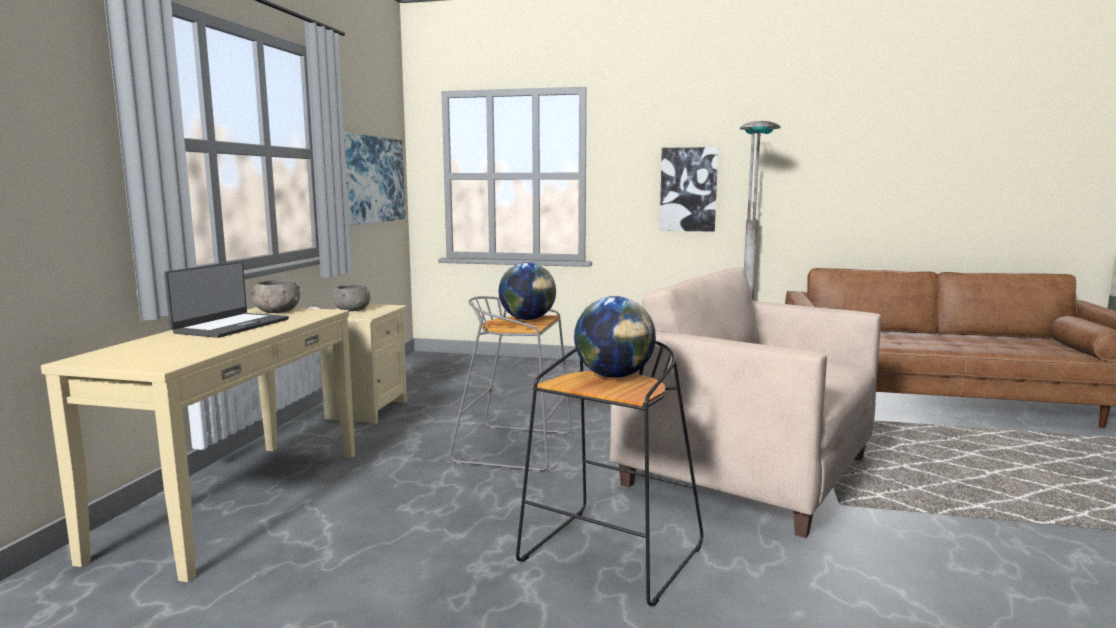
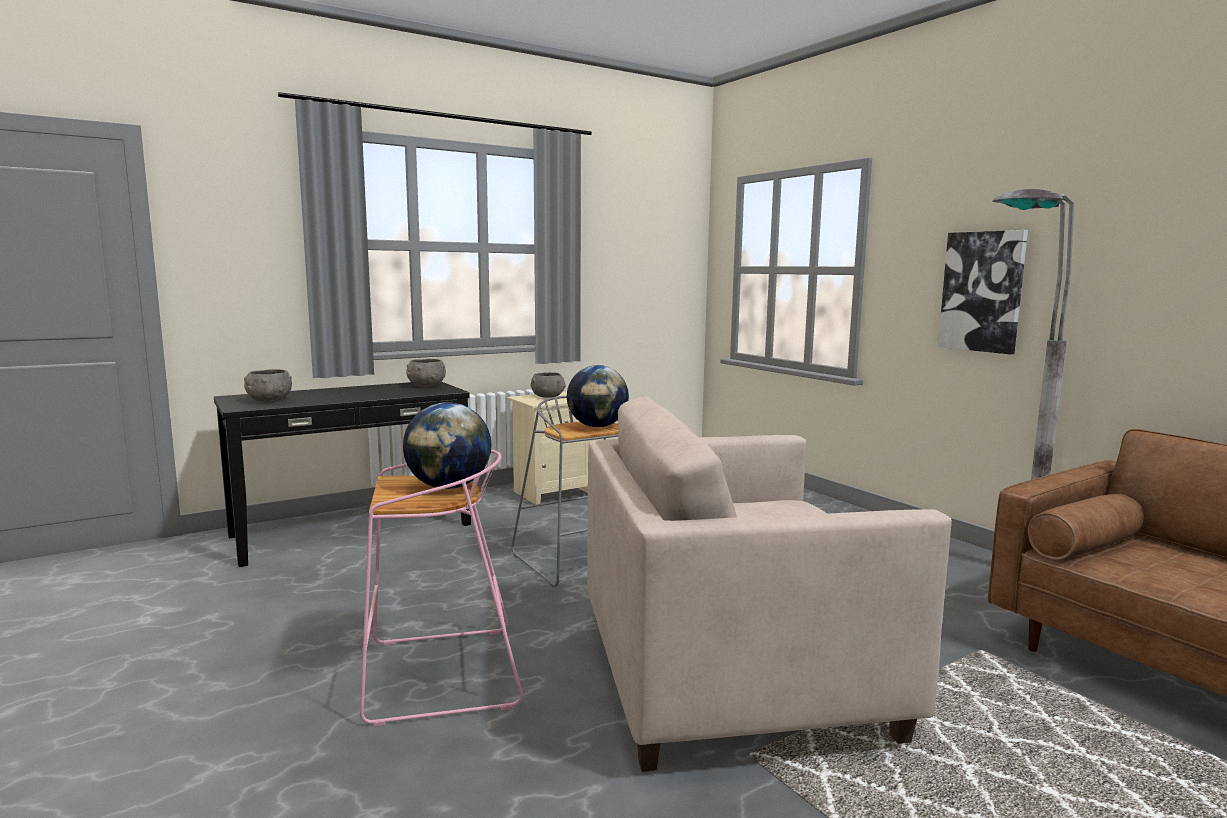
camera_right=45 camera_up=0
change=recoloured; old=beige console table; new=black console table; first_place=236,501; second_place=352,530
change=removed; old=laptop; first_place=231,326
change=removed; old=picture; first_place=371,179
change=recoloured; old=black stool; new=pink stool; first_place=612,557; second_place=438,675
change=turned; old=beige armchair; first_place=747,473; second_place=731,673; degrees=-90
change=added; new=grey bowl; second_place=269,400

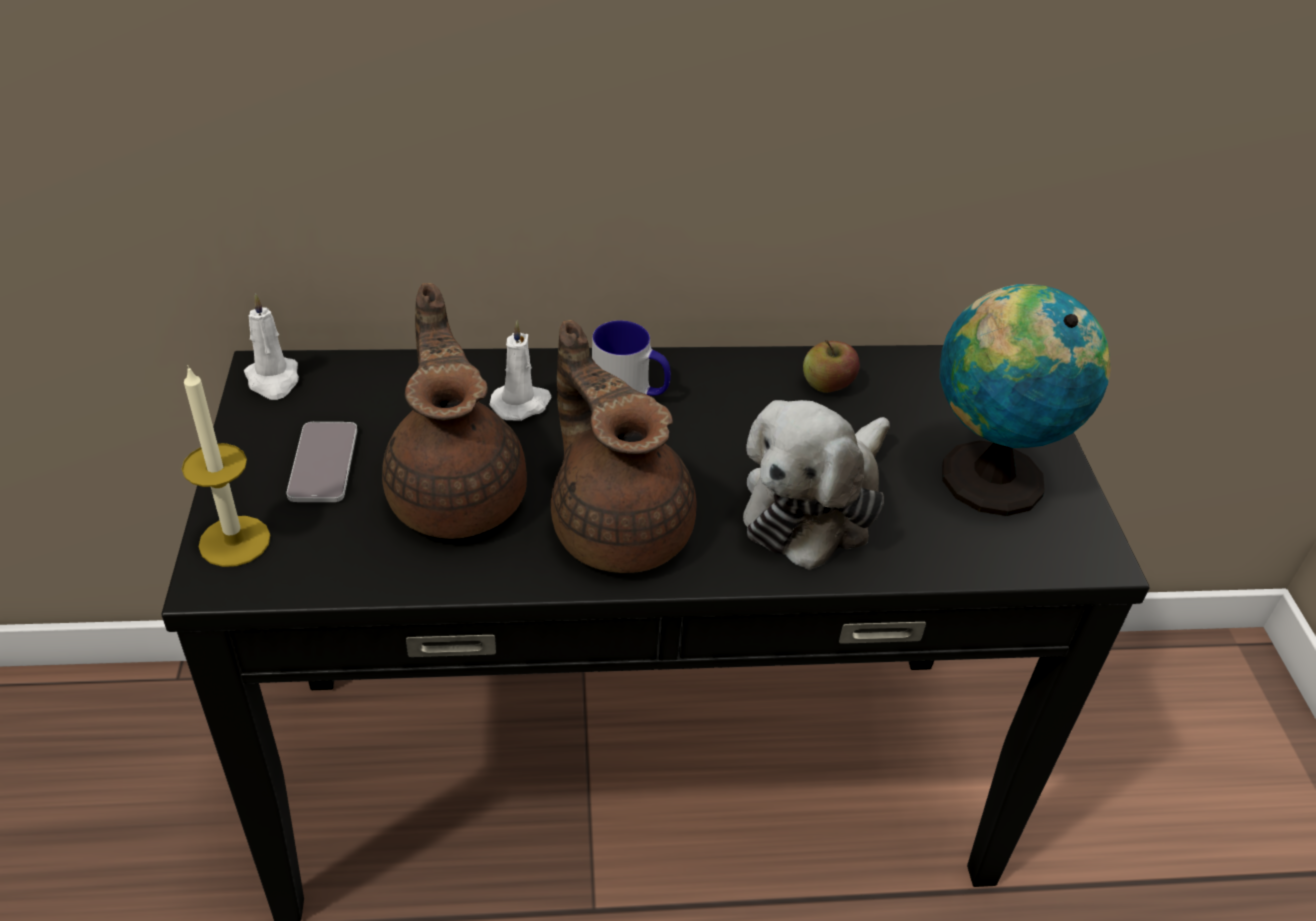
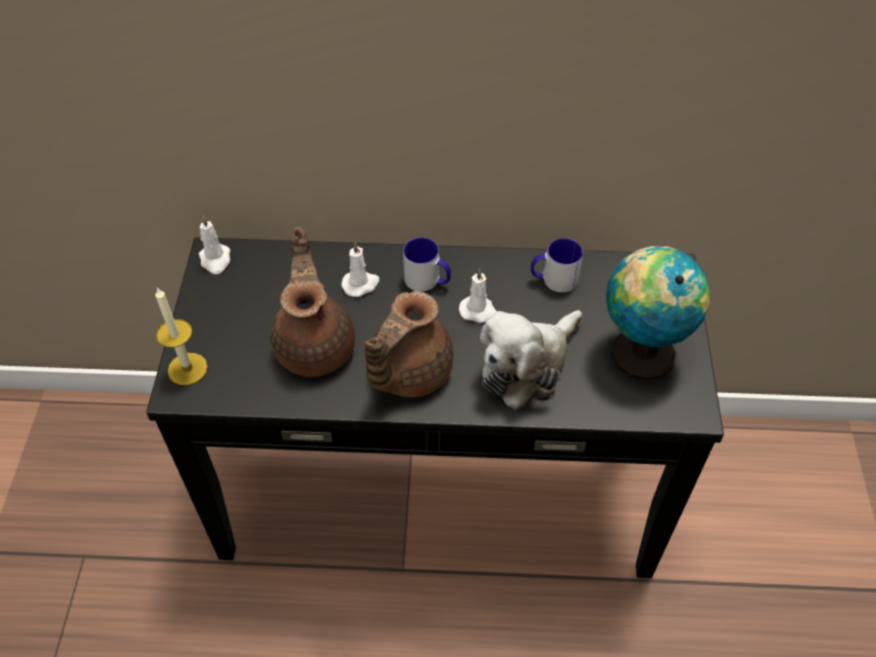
camera_right=10 camera_up=10
change=removed; old=phone; first_place=323,463
change=turned; old=brown teapot; first_place=618,525; second_place=407,372; degrees=-120
change=replaced; old=apple; new=mug; first_place=827,385; second_place=553,279
change=added; new=white candle; second_place=479,311

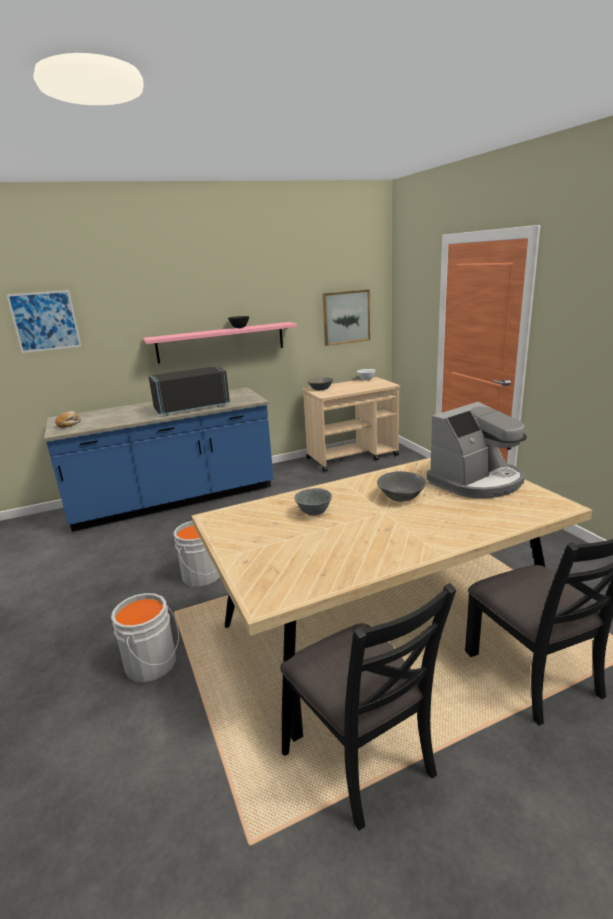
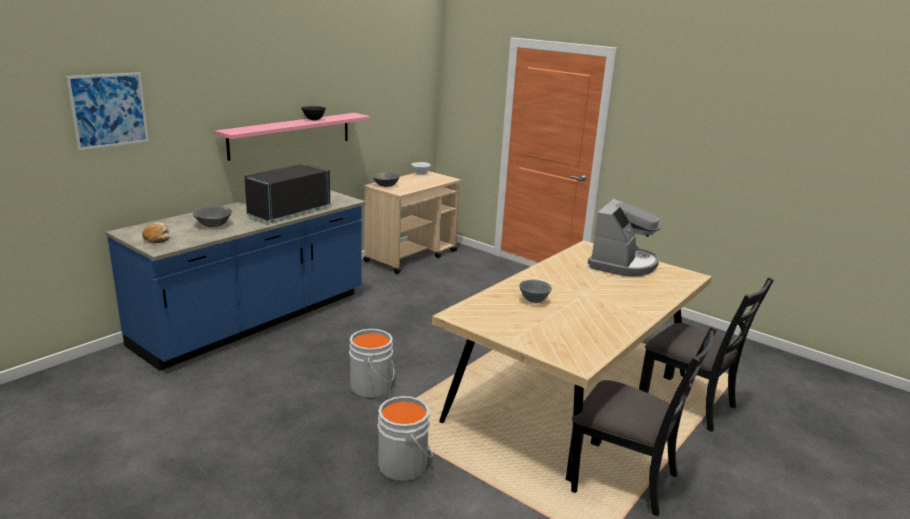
camera_right=-30 camera_up=0
change=removed; old=picture; first_place=346,317
change=moved; old=grey bowl; first_place=400,496; second_place=213,224

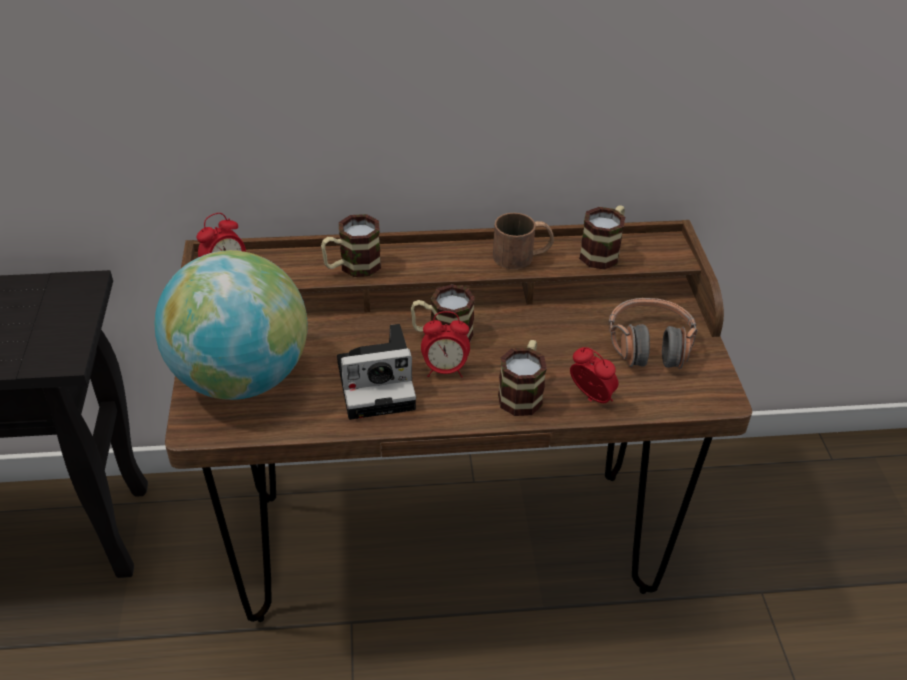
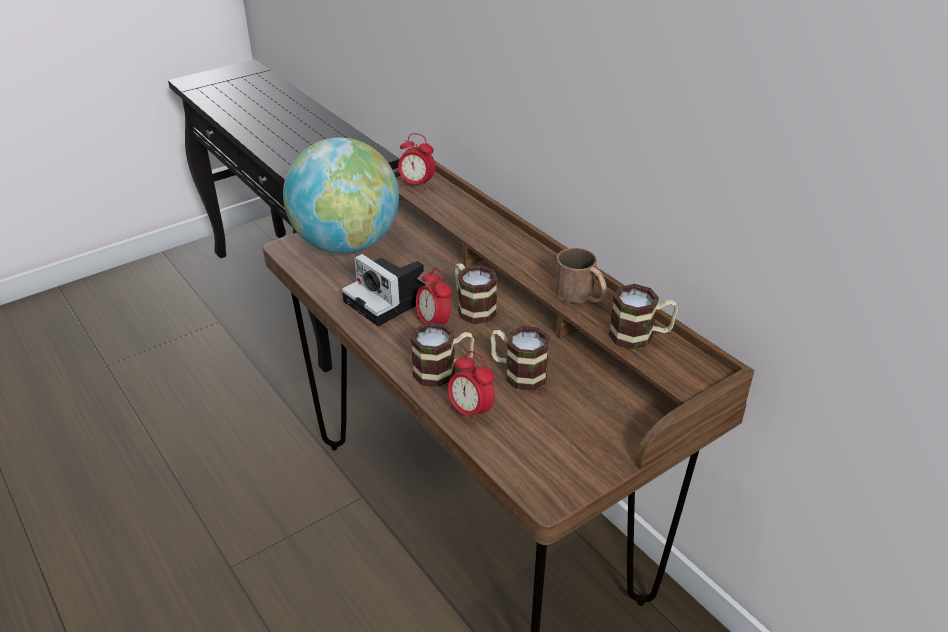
camera_right=60 camera_up=-5
change=moved; old=mug; first_place=352,267; second_place=517,373
change=turned; old=alarm clock; first_place=591,398; second_place=470,411; degrees=120
change=removed; old=headphones; first_place=650,345

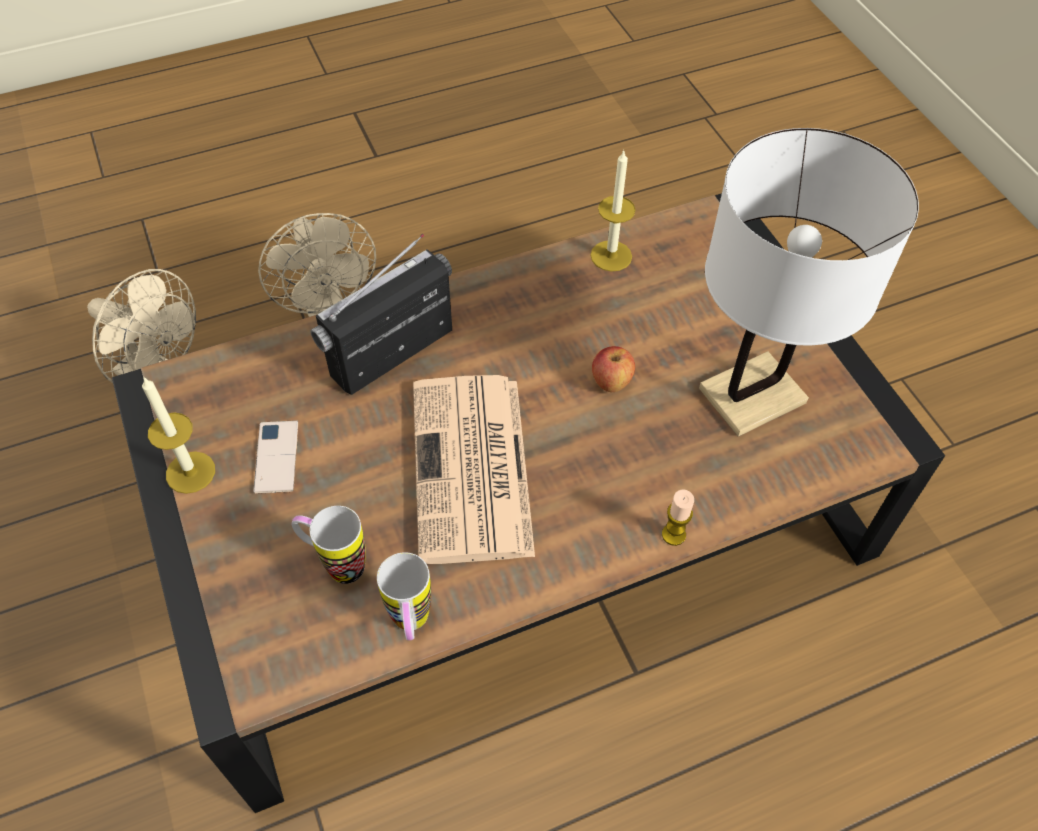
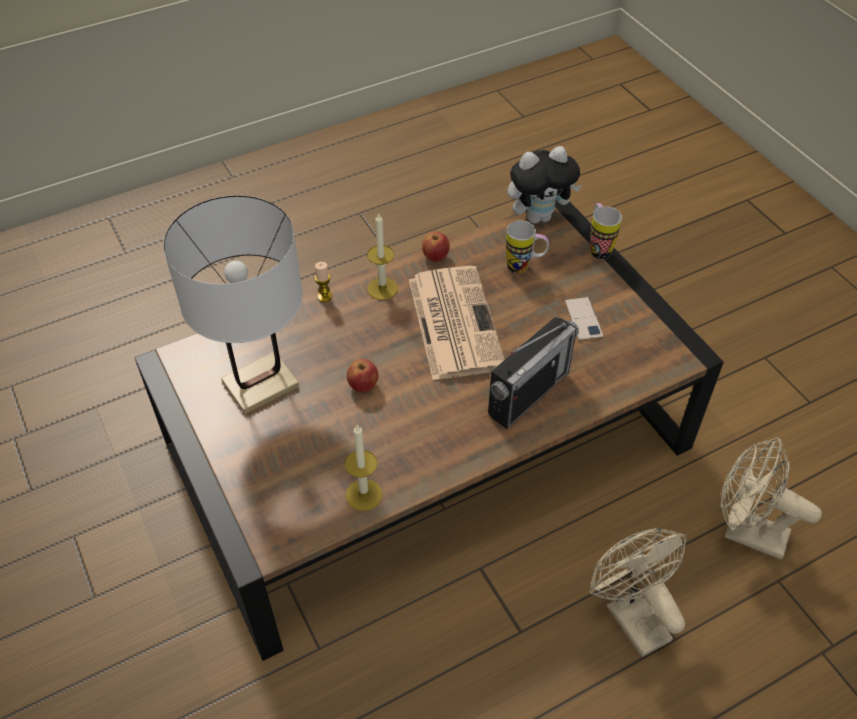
camera_right=175 camera_up=-5
change=moved; old=candle; first_place=190,472; second_place=382,288
change=moved; old=mug; first_place=411,626; second_place=598,247
change=added; new=apple; second_place=435,257
change=added; new=plush toy; second_place=539,216

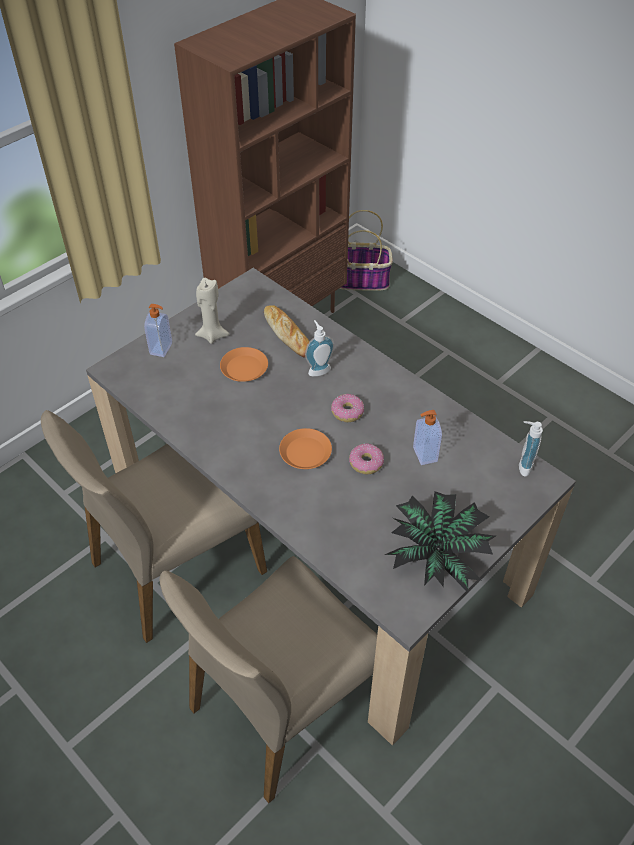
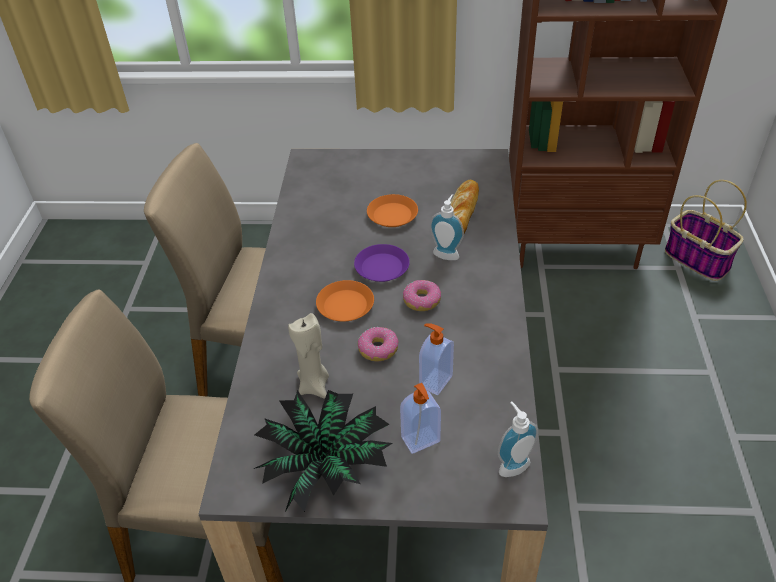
camera_right=50 camera_up=-5
change=moved; old=soap dispenser; first_place=162,349; second_place=421,440
change=moved; old=beige candle; first_place=212,335; second_place=314,385
change=added; new=purple plate; second_place=382,267

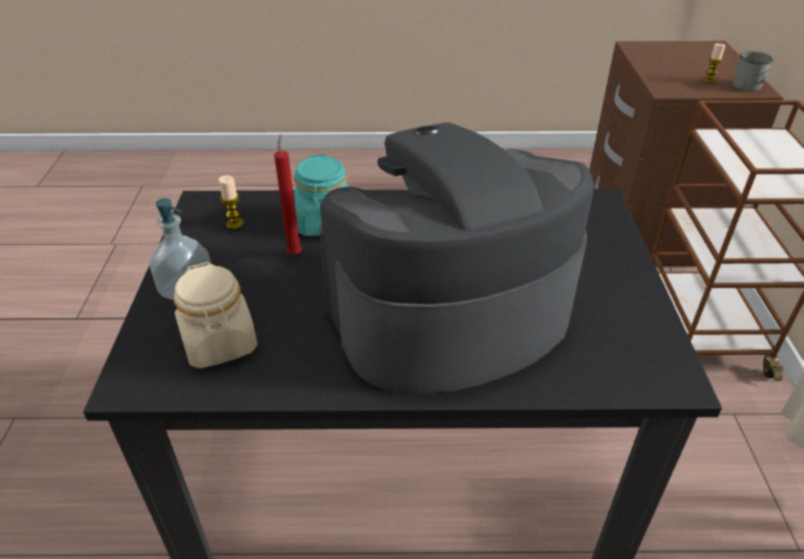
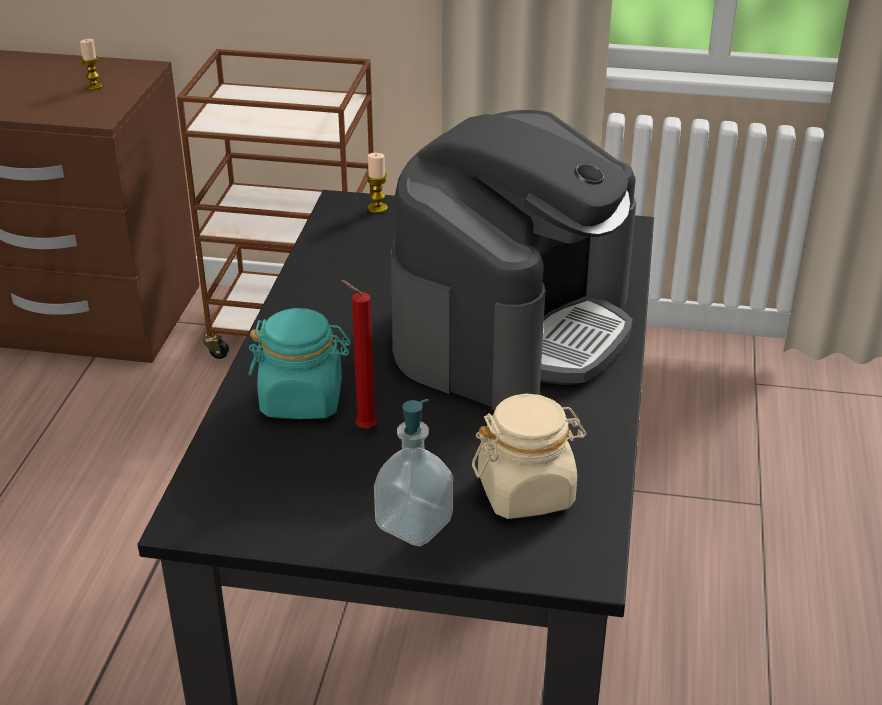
camera_right=-80 camera_up=-5
change=moved; old=candle; first_place=235,224; second_place=377,208
change=turned; old=coffee machine; first_place=448,315; second_place=513,328; degrees=-135
change=removed; old=grey mug; first_place=748,84

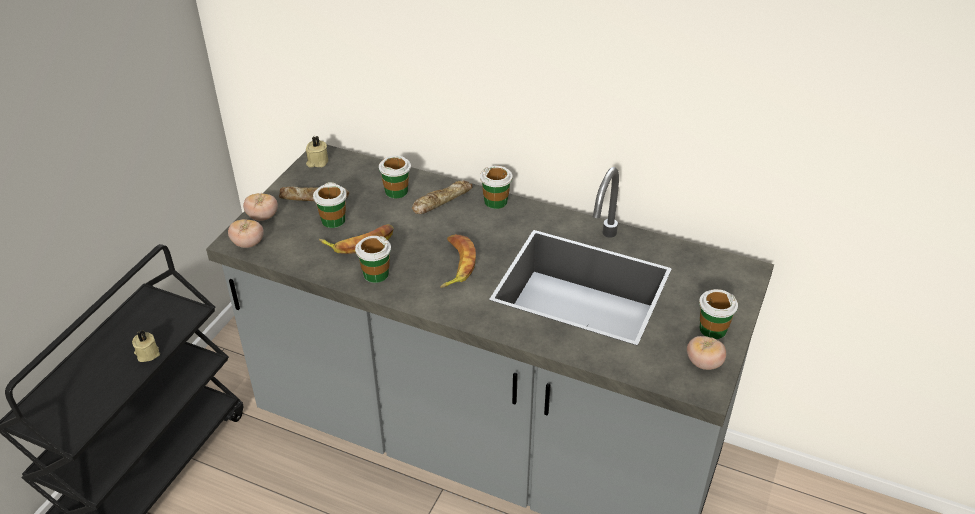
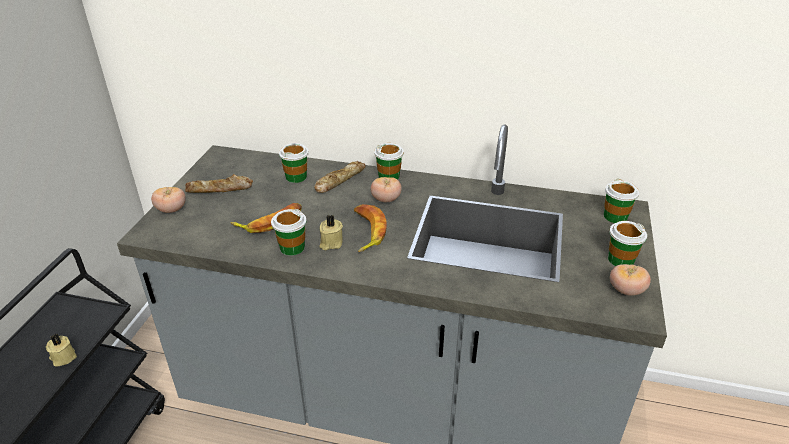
camera_right=-10 camera_up=-5
change=moved; old=tomato; first_place=248,244; second_place=386,199
change=moved; old=beige candle; first_place=317,162; second_place=330,243
change=moved; old=cup; first_place=333,220; second_place=615,216

